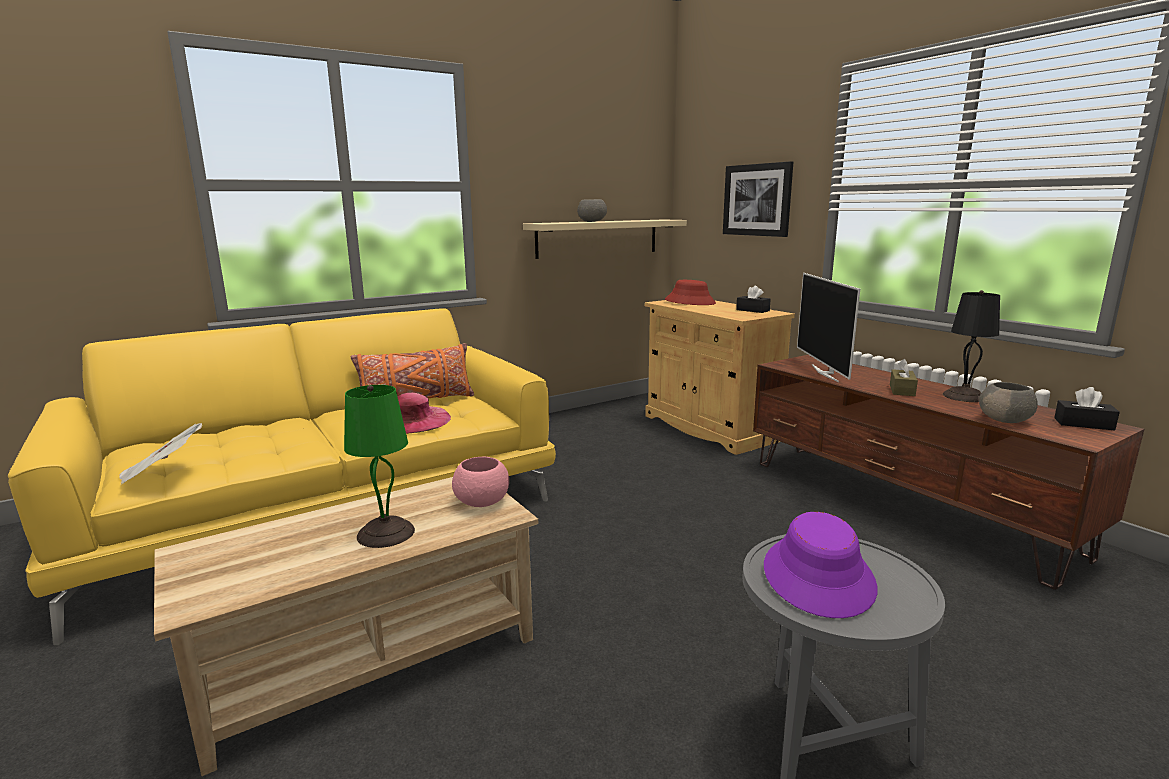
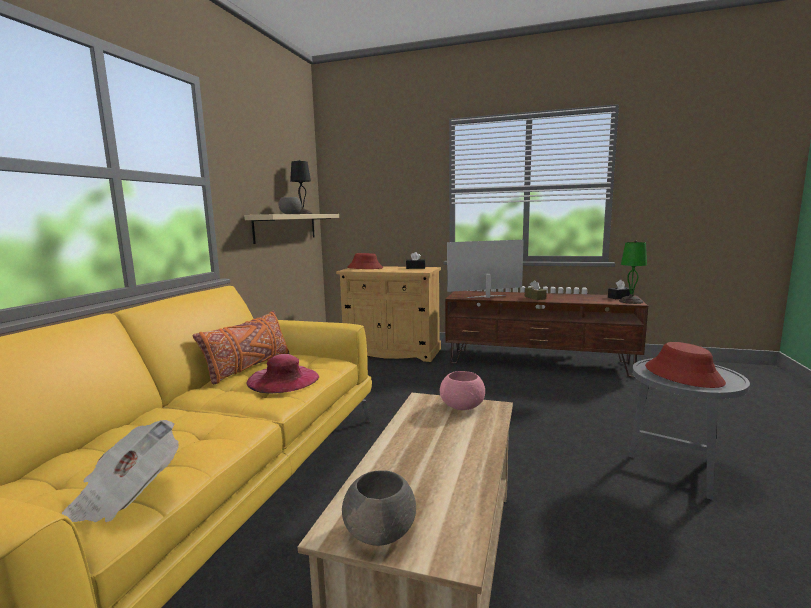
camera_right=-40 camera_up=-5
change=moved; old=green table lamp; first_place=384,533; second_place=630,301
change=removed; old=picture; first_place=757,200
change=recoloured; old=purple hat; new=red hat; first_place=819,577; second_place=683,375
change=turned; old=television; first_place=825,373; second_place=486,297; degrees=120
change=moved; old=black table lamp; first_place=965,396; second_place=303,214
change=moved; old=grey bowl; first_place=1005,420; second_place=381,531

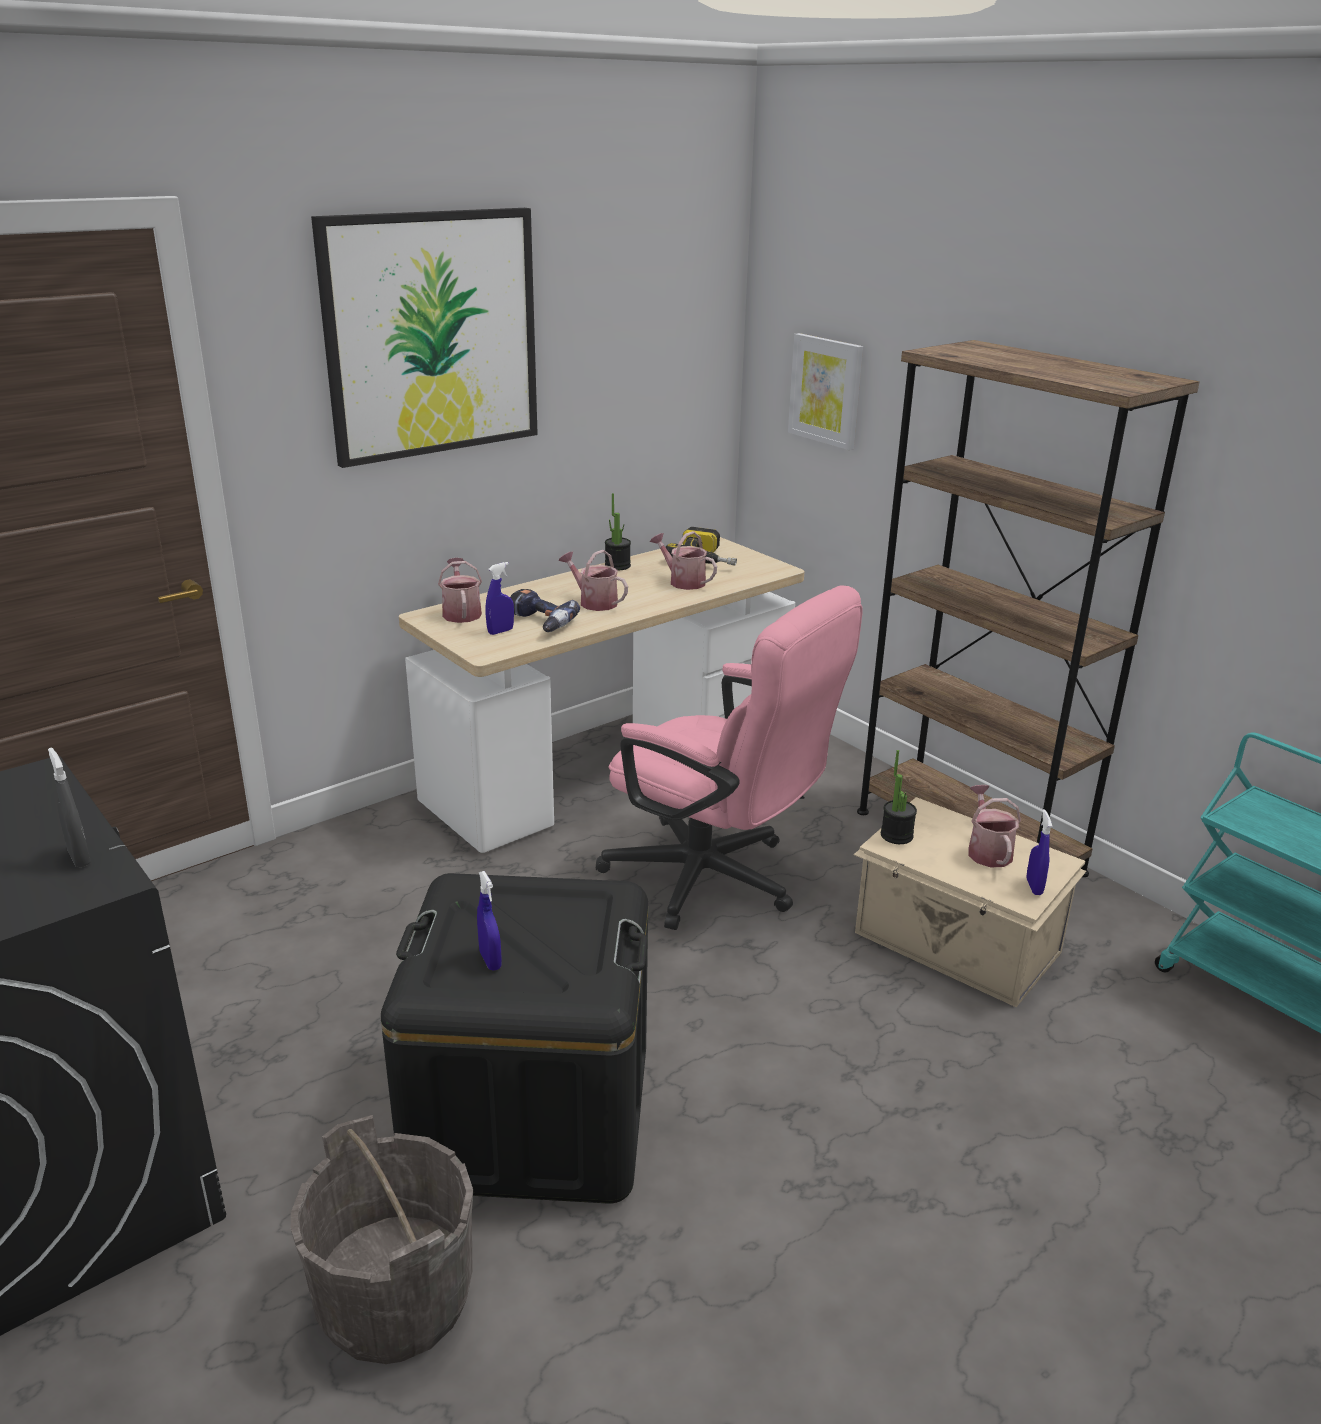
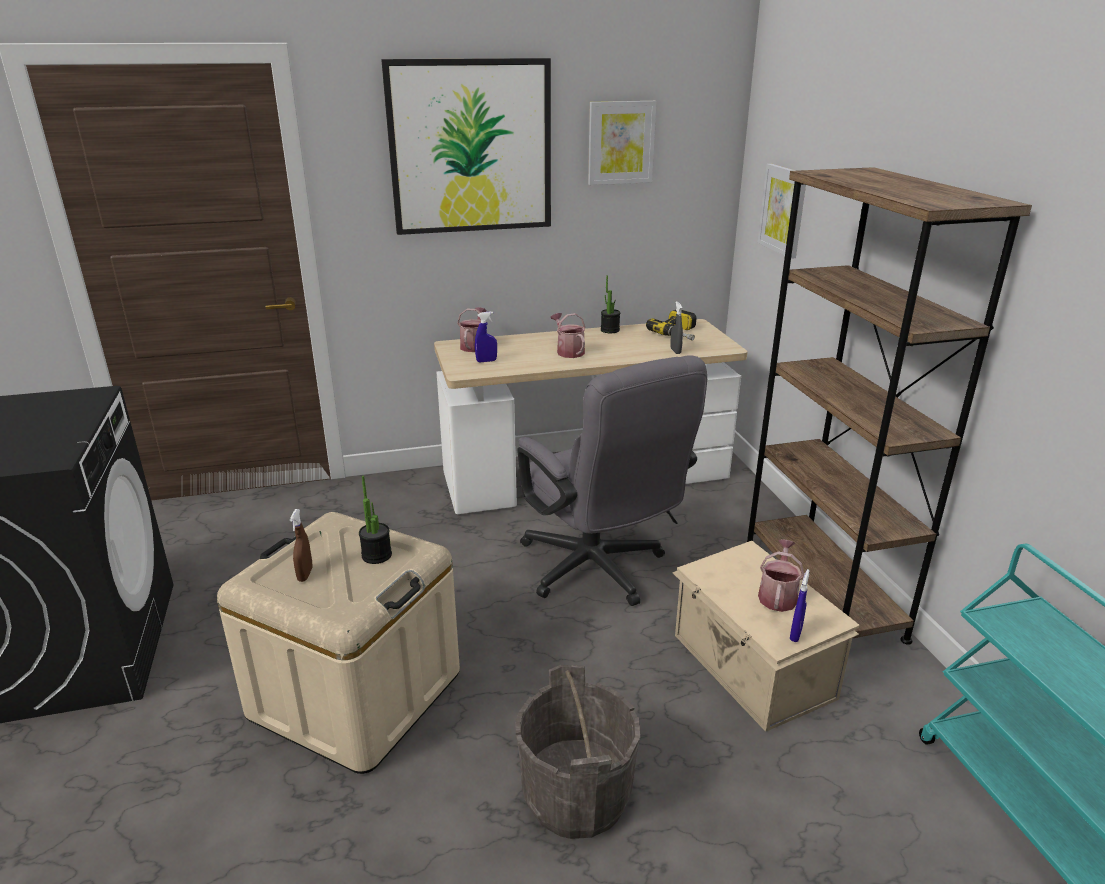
camera_right=25 camera_up=0
change=moved; old=grey spray bottle; first_place=79,857; second_place=675,351
change=moved; old=grey bucket; first_place=396,1299; second_place=577,795
change=recoloured; old=black storage box; new=beige storage box; first_place=530,1113; second_place=356,694
change=recoloured; old=blue spray bottle; new=brown spray bottle; first_place=490,960; second_place=305,574
change=removed; old=power drill; first_place=538,623
change=recoloured; old=pink office chair; new=grey office chair; first_place=717,882; second_place=599,572
change=removed; old=watering can; first_place=683,581
change=moved; old=potted plant; first_place=896,835; second_place=376,555
change=added; new=picture; second_place=620,142

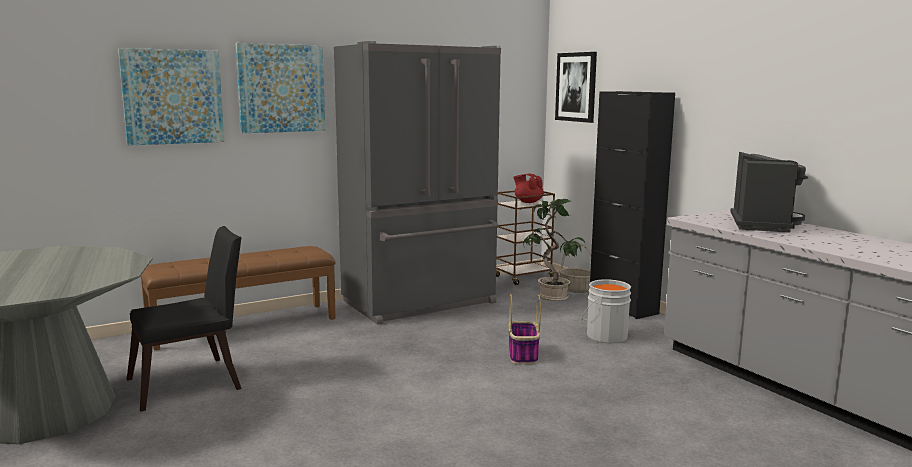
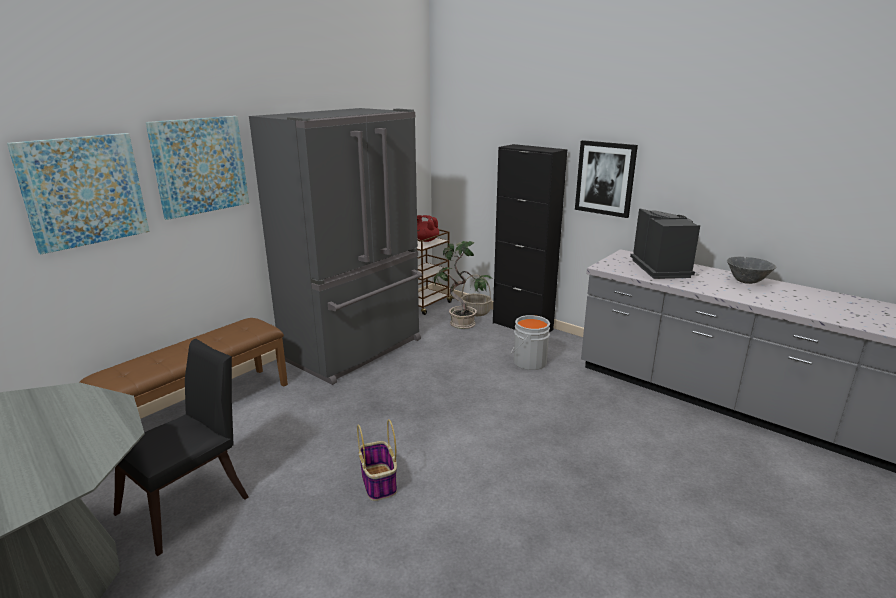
camera_right=-20 camera_up=10
change=moved; old=basket; first_place=523,355; second_place=379,482
change=moved; old=picture; first_place=576,87; second_place=605,178
change=added; new=grey bowl; second_place=746,282

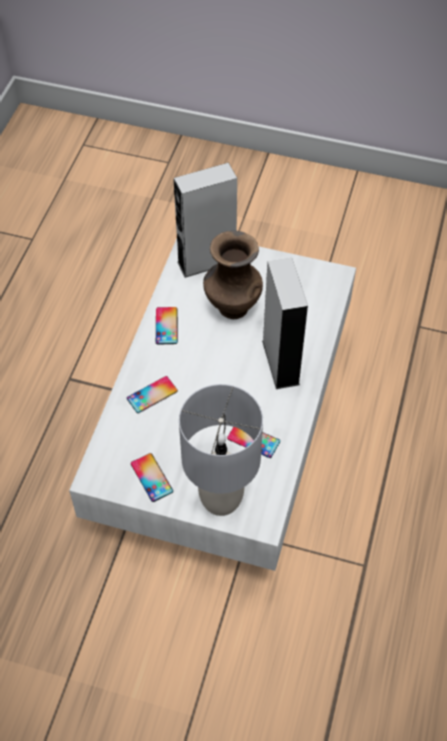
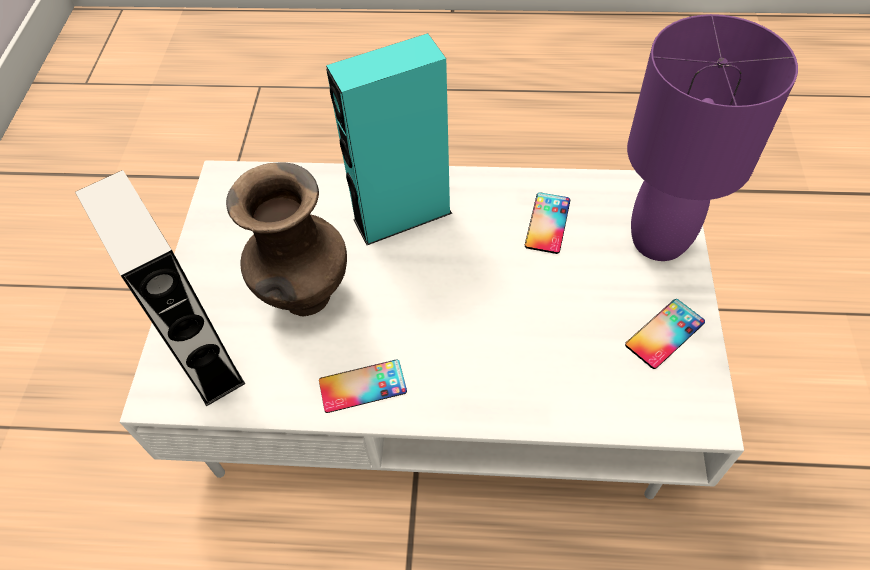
camera_right=-100 camera_up=0
change=removed; old=phone; first_place=152,395
change=recoloured; old=grey table lamp; new=purple table lamp; first_place=221,500; second_place=659,240
change=recoloured; old=grey speaker; new=turquoise speaker; first_place=280,362; second_place=402,216

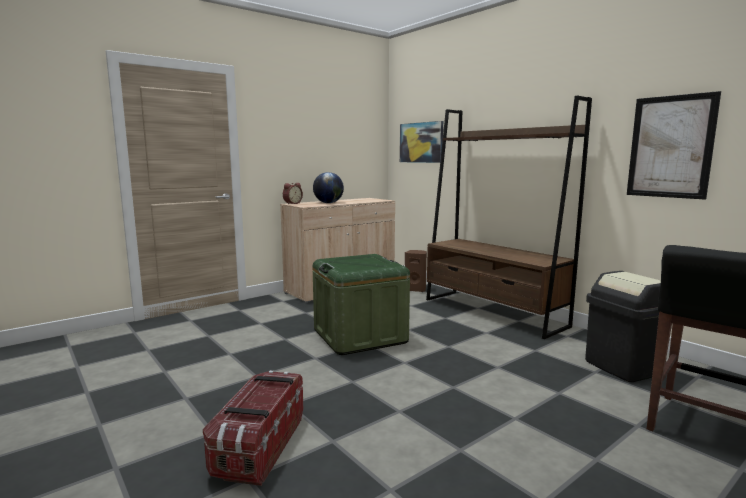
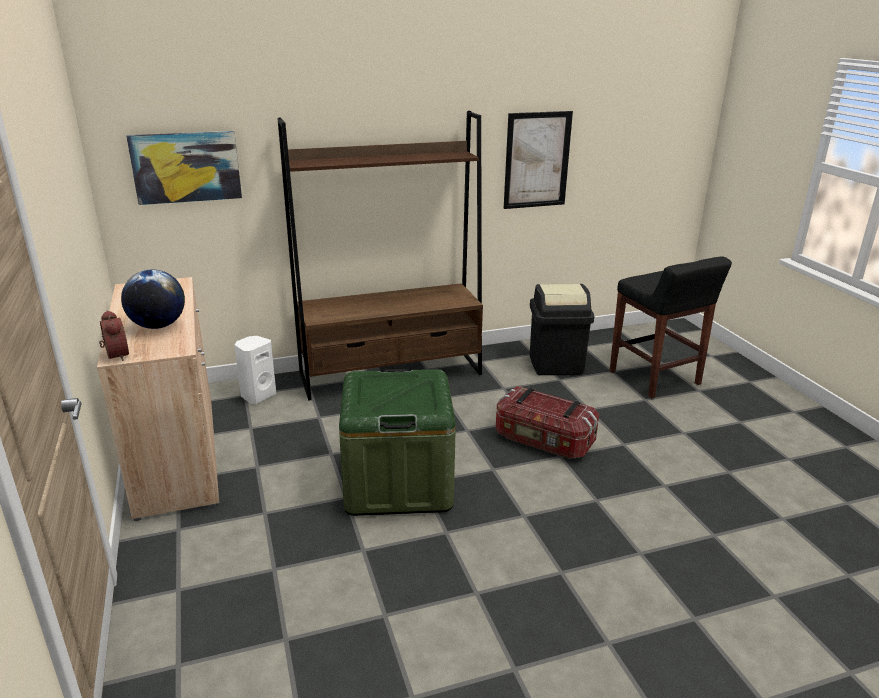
camera_right=-70 camera_up=15
change=moved; old=storage box; first_place=259,446; second_place=543,441
change=recoloured; old=brown speaker; new=white speaker; first_place=416,289; second_place=257,395

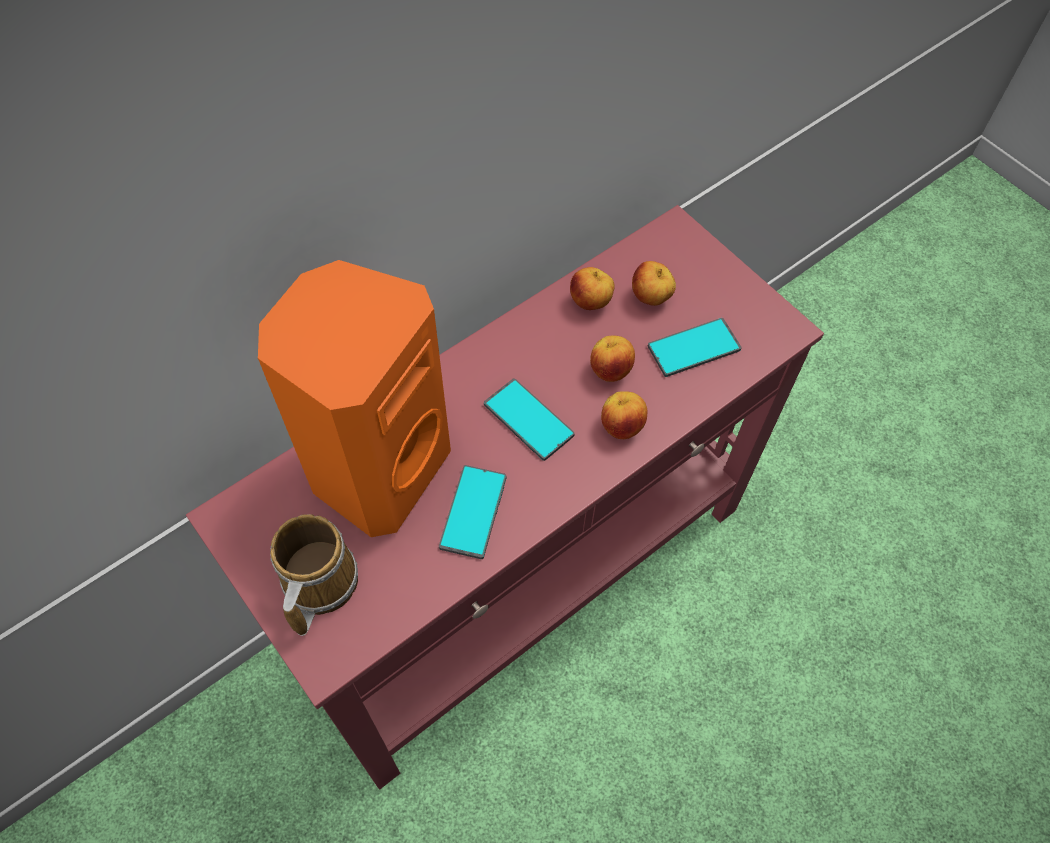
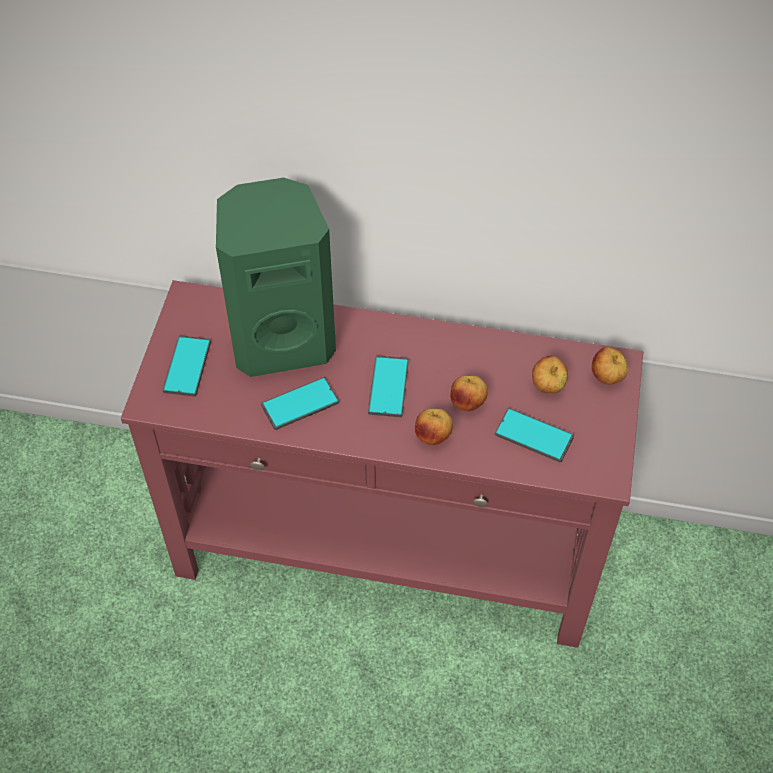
camera_right=50 camera_up=-5
change=recoloured; old=orange speaker; new=green speaker; first_place=377,468; second_place=282,340
change=replaced; old=mug; new=phone; first_place=316,584; second_place=187,366
change=moved; old=apple; first_place=591,302; second_place=607,378

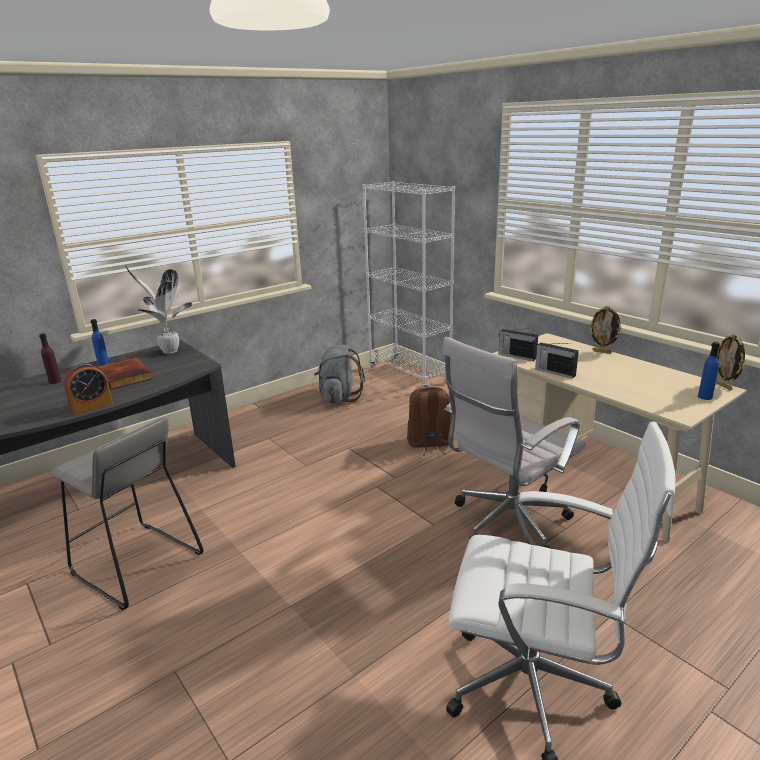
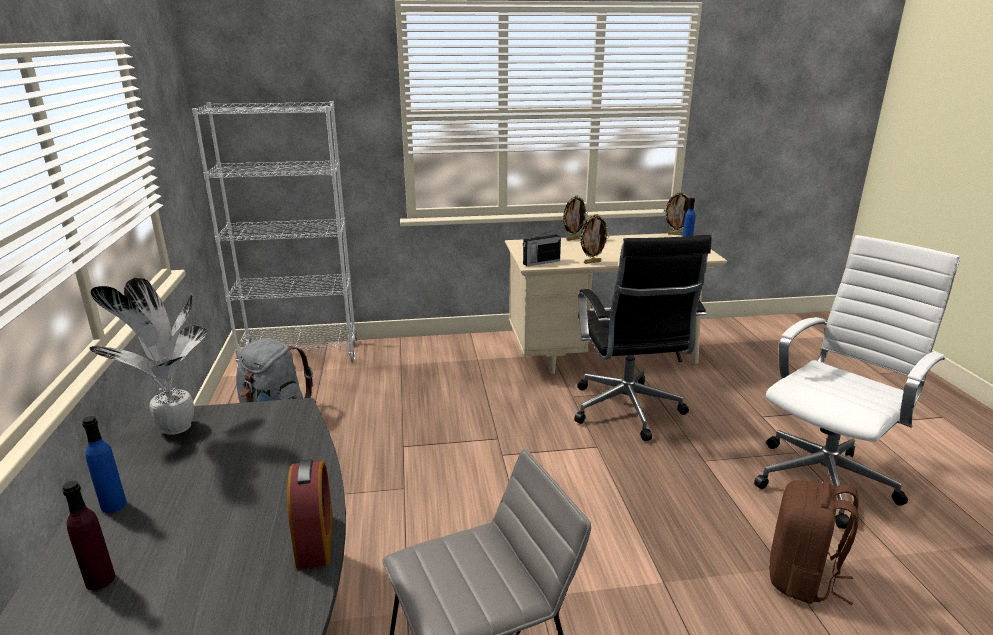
camera_right=-60 camera_up=0
change=removed; old=book; first_place=126,376
change=moved; old=brown backpack; first_place=430,444; second_place=802,578
change=recoloured; old=white office chair; new=black office chair; first_place=506,524; second_place=627,412
change=replaced; old=radio; new=picture frame; first_place=554,372; second_place=592,262

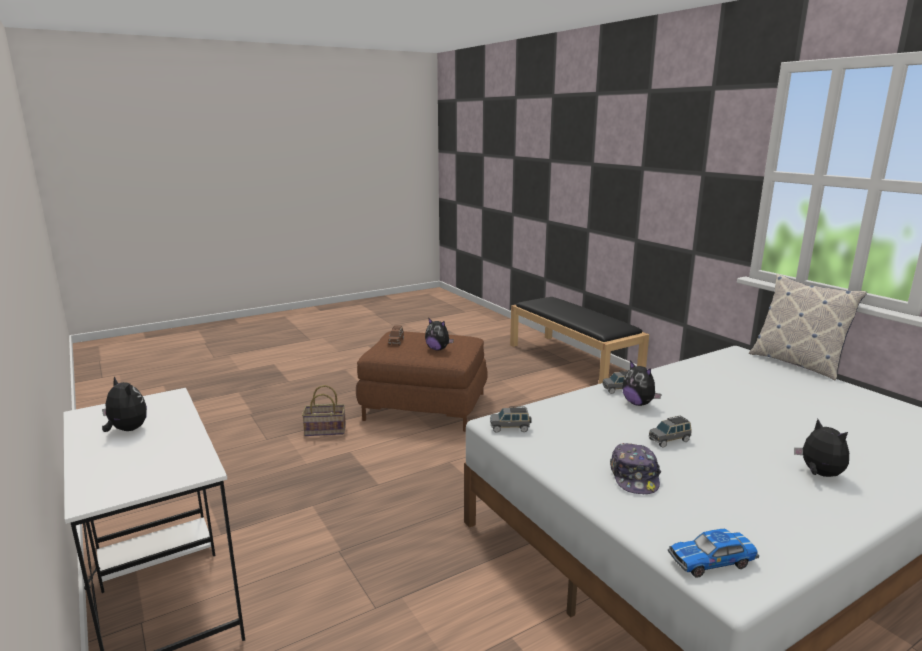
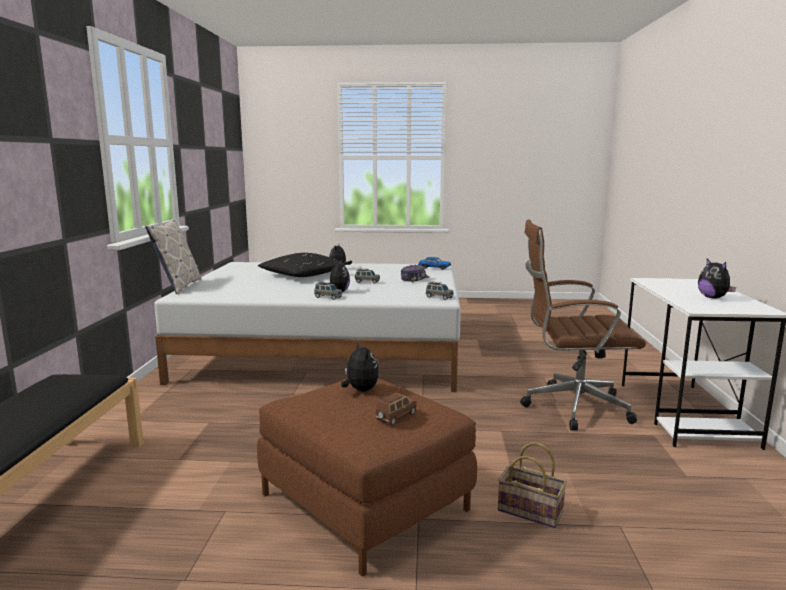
camera_right=-145 camera_up=-5
change=added; new=black pillow; second_place=302,275
change=added; new=brown office chair; second_place=571,407

